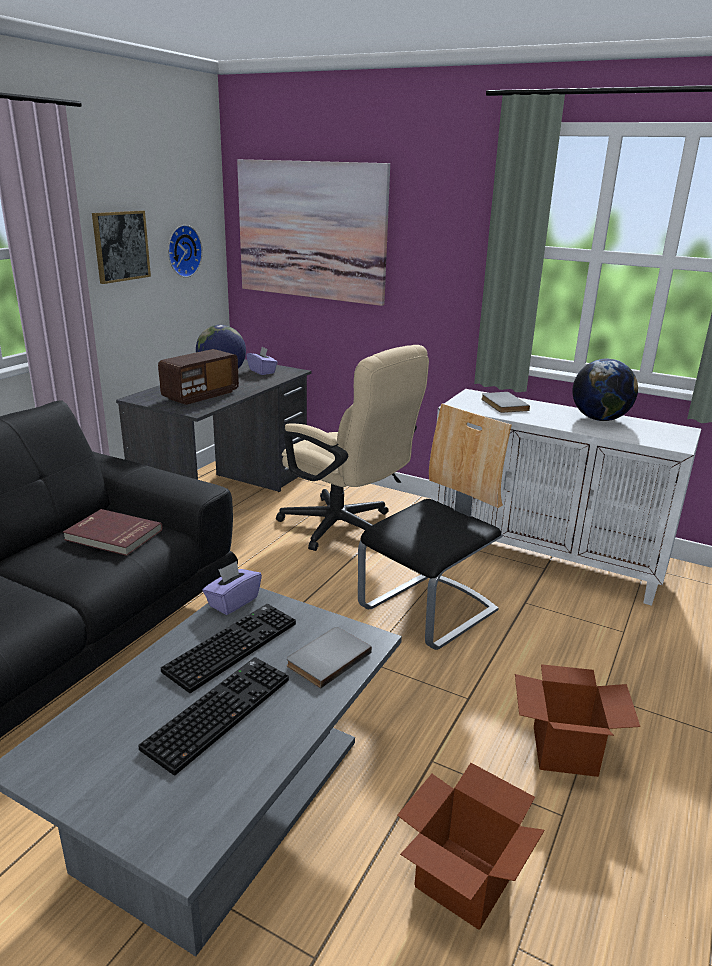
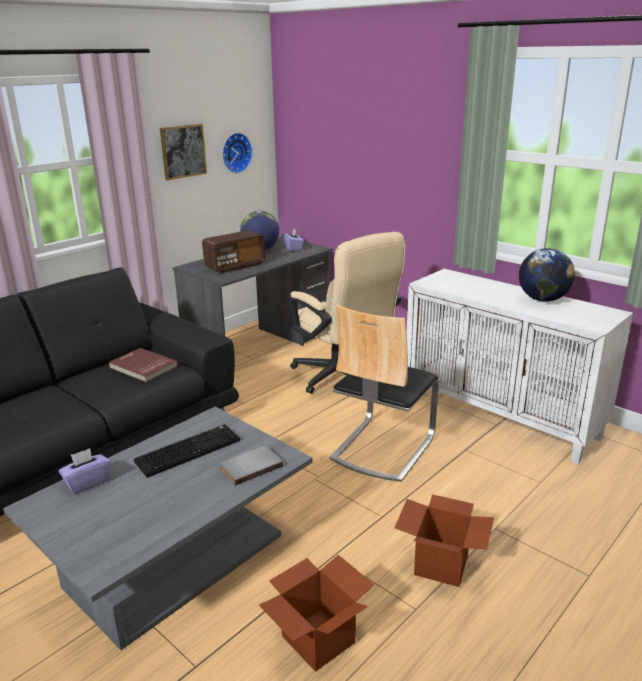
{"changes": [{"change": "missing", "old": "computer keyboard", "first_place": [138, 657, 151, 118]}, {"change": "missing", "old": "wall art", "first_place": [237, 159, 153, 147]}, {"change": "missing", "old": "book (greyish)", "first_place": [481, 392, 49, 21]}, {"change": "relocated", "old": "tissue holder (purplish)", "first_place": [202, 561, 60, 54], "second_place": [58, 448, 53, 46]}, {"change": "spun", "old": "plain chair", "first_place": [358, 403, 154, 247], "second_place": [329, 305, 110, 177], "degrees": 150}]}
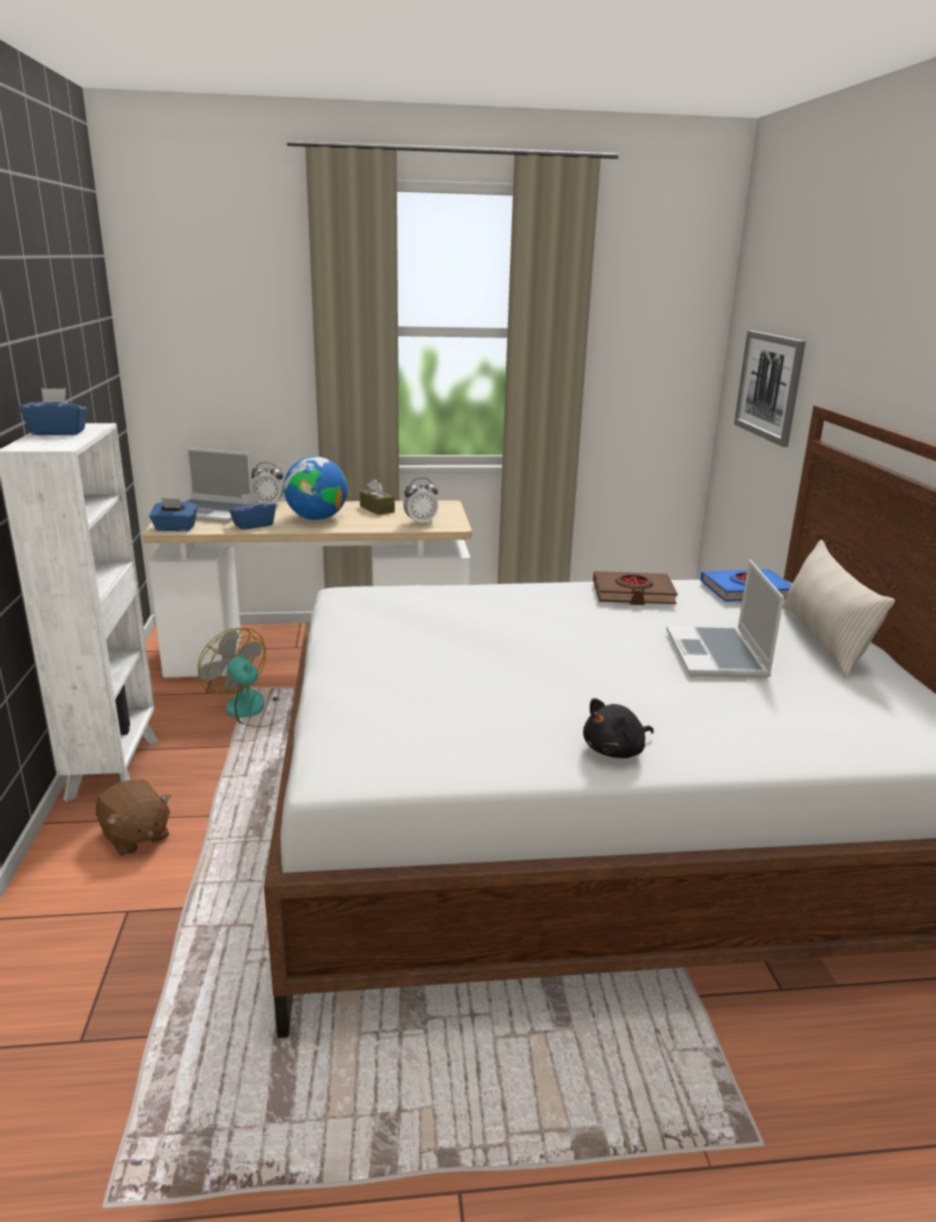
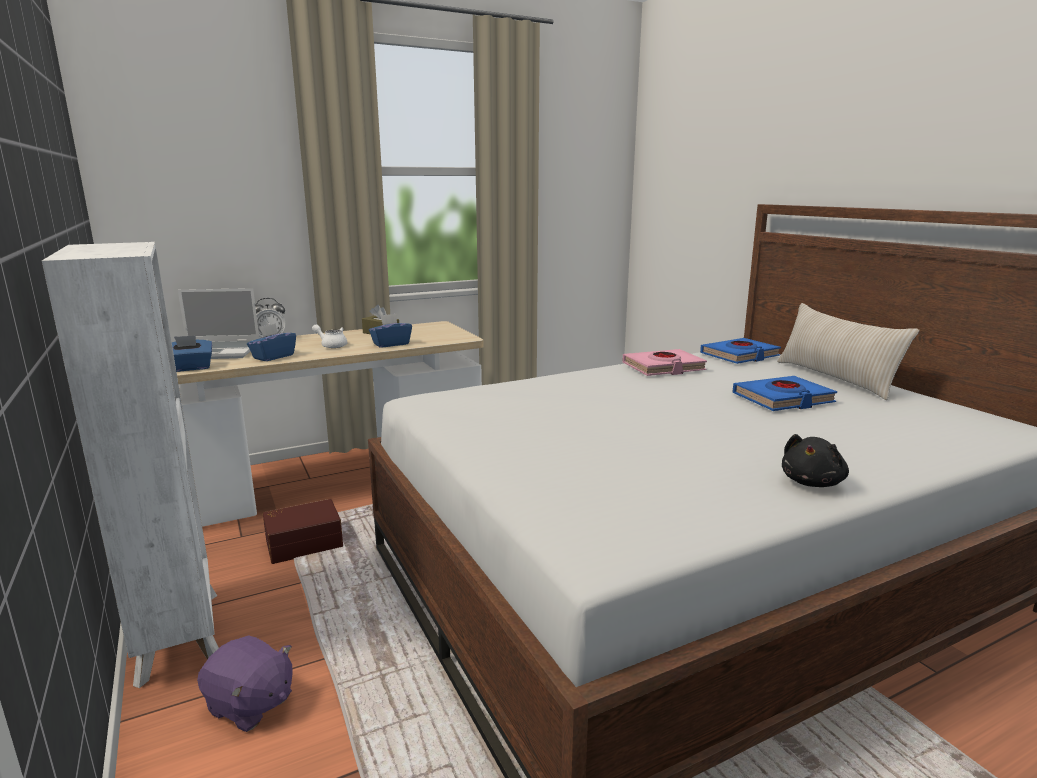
{"changes": [{"change": "missing", "old": "bedside clock", "first_place": [403, 478, 36, 47]}, {"change": "missing", "old": "wall art", "first_place": [734, 330, 72, 117]}, {"change": "relocated", "old": "tissue holder (bluish)", "first_place": [20, 388, 68, 47], "second_place": [369, 313, 43, 34]}, {"change": "exchanged", "old": "electric fan", "new": "storage box (brown-coloured)", "first_place": [198, 628, 90, 99], "second_place": [263, 499, 80, 65]}, {"change": "exchanged", "old": "desk globe", "new": "teapot (white-coloured)", "first_place": [284, 456, 64, 64], "second_place": [312, 325, 35, 23]}, {"change": "exchanged", "old": "notebook computer", "new": "book (bluish)", "first_place": [666, 560, 118, 117], "second_place": [733, 376, 104, 35]}, {"change": "colour", "old": "plush toy (brown-coloured)", "new": "plush toy (purplish)", "first_place": [96, 779, 75, 77], "second_place": [197, 635, 96, 97]}, {"change": "colour", "old": "book (brown-coloured)", "new": "book (pink)", "first_place": [593, 571, 85, 34], "second_place": [622, 349, 85, 27]}]}
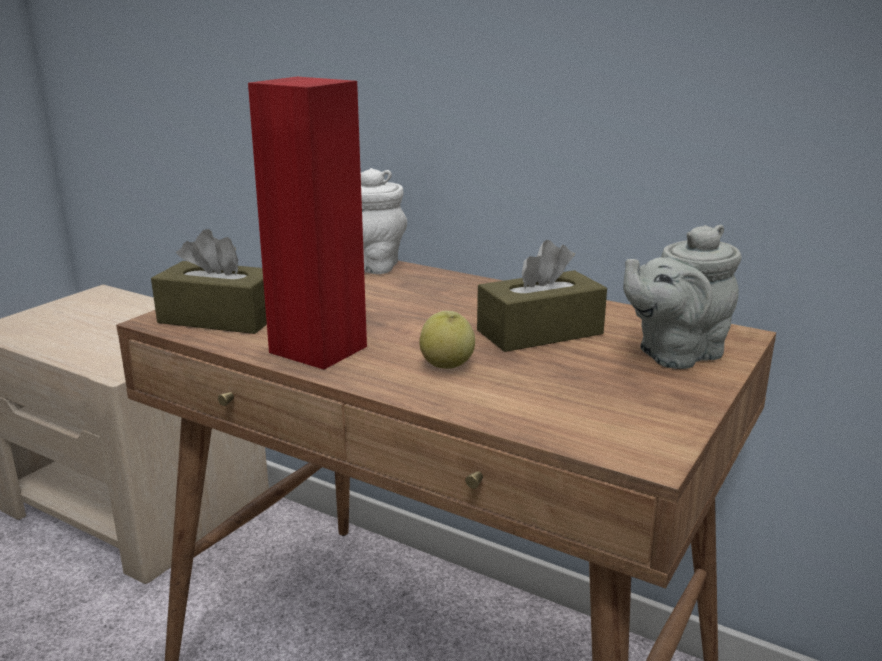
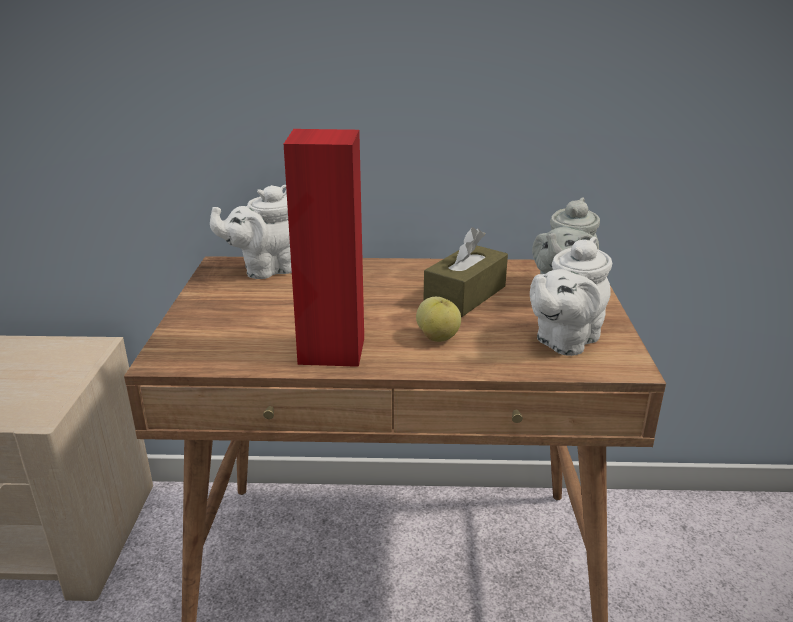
{"changes": [{"change": "missing", "old": "tissue holder (brown-coloured)", "first_place": [151, 229, 116, 105]}, {"change": "appeared", "new": "teapot (white-coloured)", "second_place": [530, 237, 82, 119]}]}
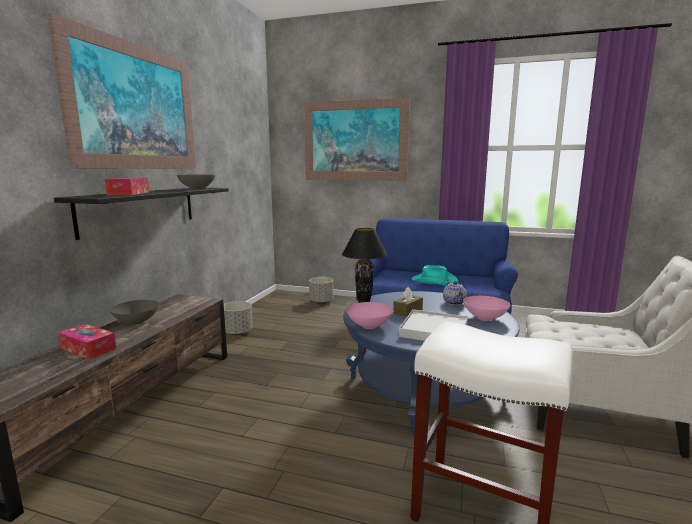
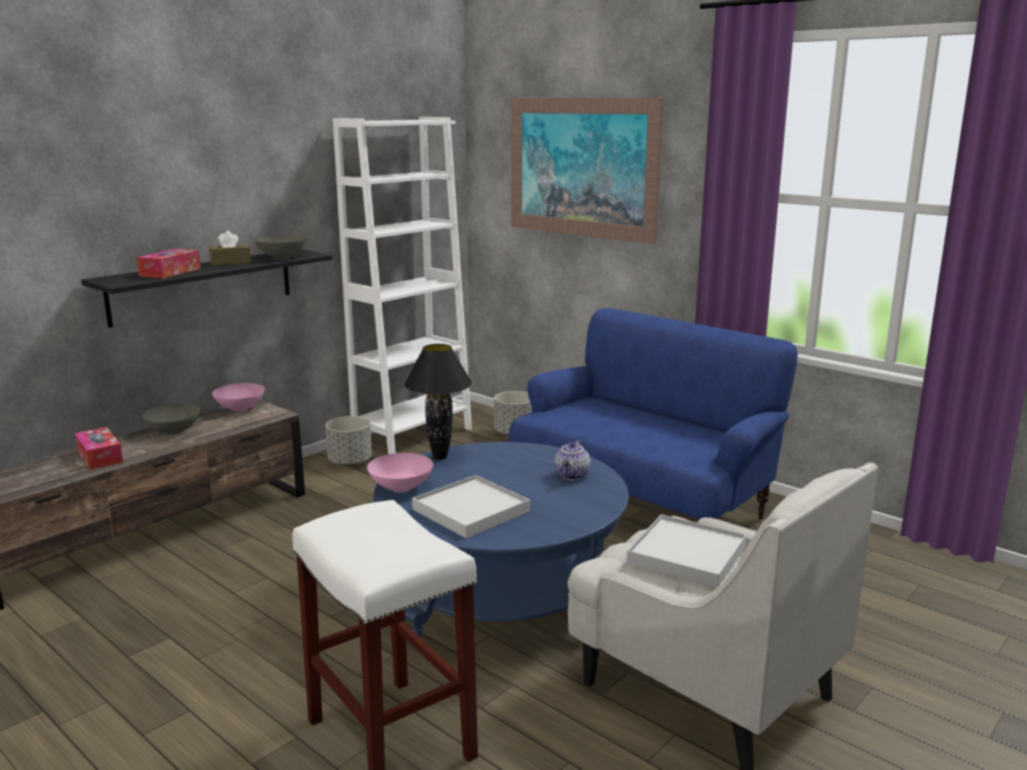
{"changes": [{"change": "missing", "old": "wall art", "first_place": [48, 12, 148, 157]}, {"change": "missing", "old": "clothing hat (turquoise)", "first_place": [412, 265, 46, 21]}, {"change": "appeared", "new": "shelving unit (white-coloured)", "second_place": [333, 117, 139, 337]}, {"change": "appeared", "new": "tray (white-coloured)", "second_place": [627, 514, 120, 74]}, {"change": "relocated", "old": "tissue holder (brown-coloured)", "first_place": [393, 287, 30, 30], "second_place": [209, 231, 42, 35]}, {"change": "relocated", "old": "deep dish (pink)", "first_place": [463, 296, 48, 25], "second_place": [212, 383, 53, 28]}]}
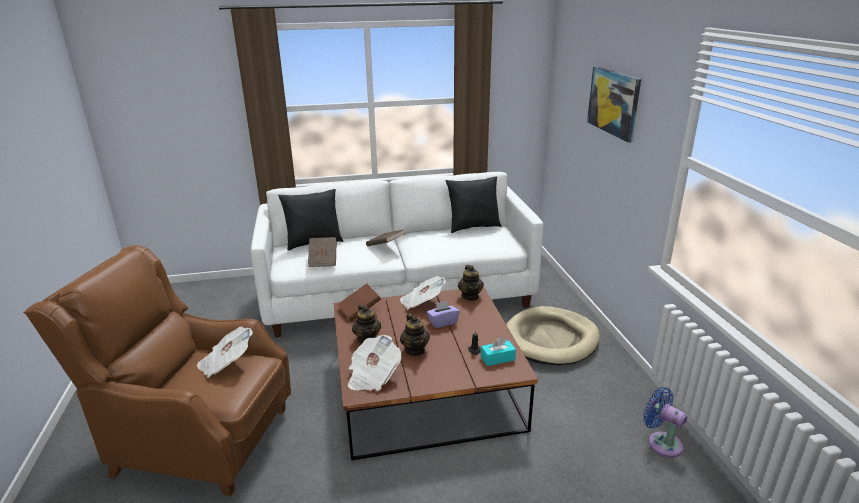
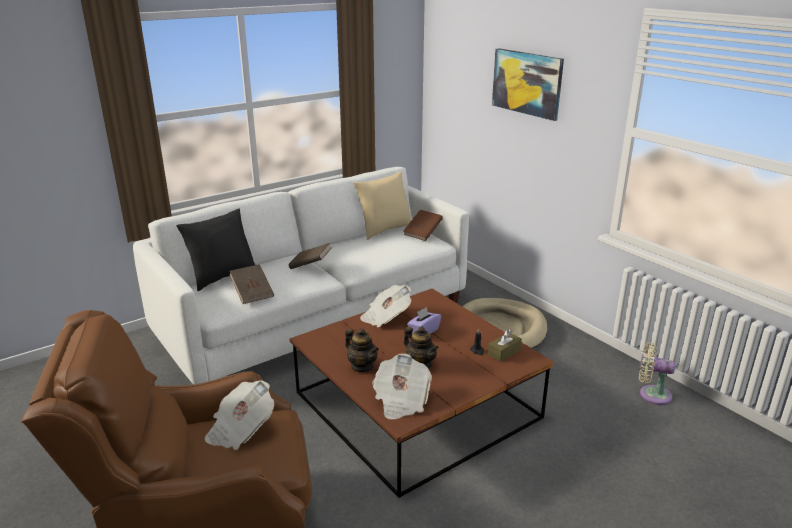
{"changes": [{"change": "missing", "old": "teapot", "first_place": [458, 265, 26, 36]}, {"change": "relocated", "old": "book (brown-coloured)", "first_place": [337, 283, 44, 39], "second_place": [403, 210, 40, 31]}, {"change": "colour", "old": "pillow (black)", "new": "pillow (sand-coloured)", "first_place": [446, 176, 56, 57], "second_place": [353, 172, 58, 68]}, {"change": "colour", "old": "tissue holder (turquoise)", "new": "tissue holder (brown-coloured)", "first_place": [481, 337, 35, 29], "second_place": [488, 329, 34, 33]}, {"change": "colour", "old": "electric fan (bluish)", "new": "electric fan (sand-coloured)", "first_place": [643, 387, 44, 70], "second_place": [639, 343, 36, 62]}]}
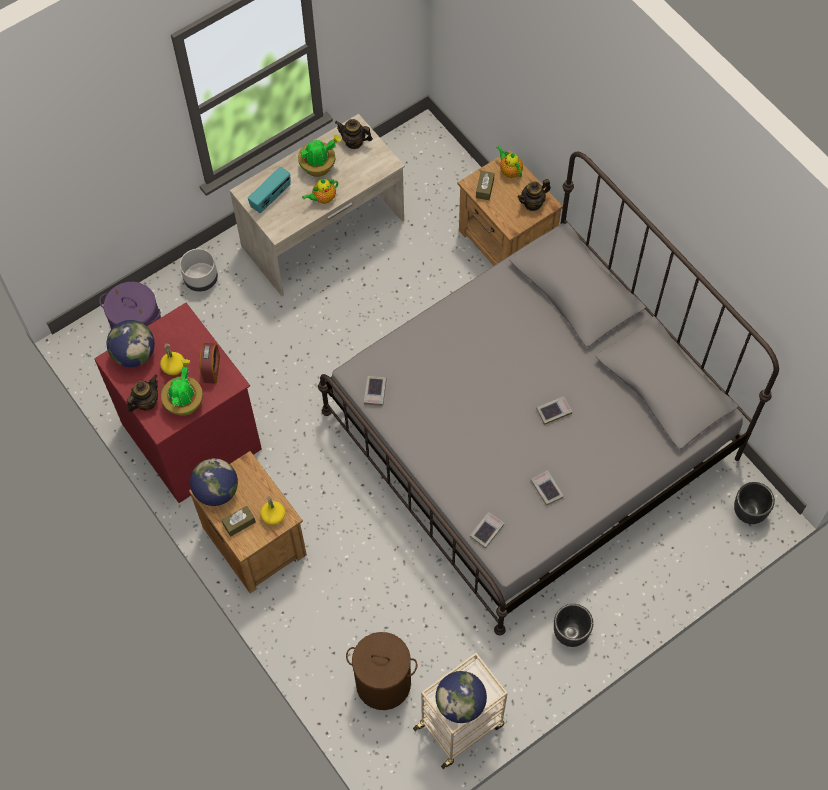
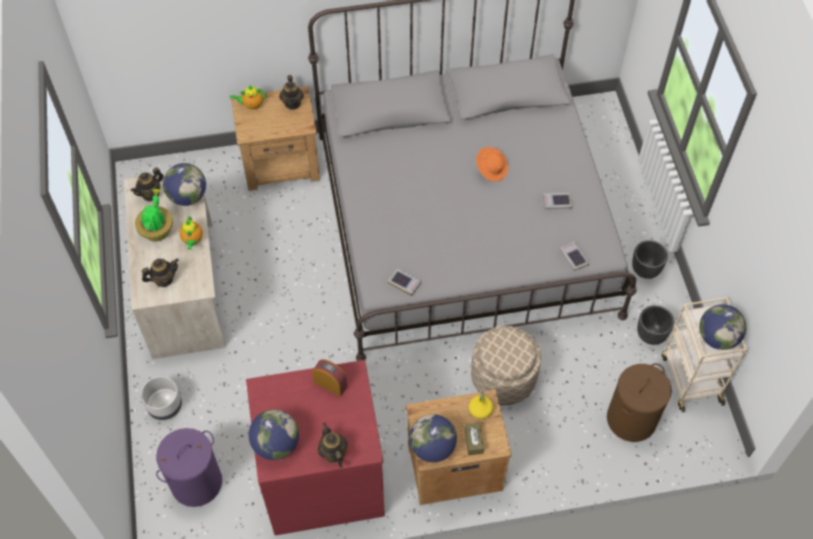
{"changes": [{"change": "missing", "old": "bottle (yellowish)", "first_place": [160, 344, 24, 31]}, {"change": "missing", "old": "plant in a pot", "first_place": [161, 359, 42, 57]}, {"change": "missing", "old": "tissue holder (brown-coloured)", "first_place": [476, 171, 18, 29]}, {"change": "appeared", "new": "desk globe", "second_place": [163, 163, 43, 43]}, {"change": "appeared", "new": "footrest (sand-coloured)", "second_place": [471, 326, 70, 79]}, {"change": "relocated", "old": "planter (black)", "first_place": [734, 482, 41, 42], "second_place": [637, 305, 37, 40]}, {"change": "exchanged", "old": "radio", "new": "teapot", "first_place": [248, 167, 42, 46], "second_place": [142, 258, 37, 29]}, {"change": "exchanged", "old": "book", "new": "clothing hat (orangey)", "first_place": [536, 396, 36, 29], "second_place": [476, 147, 32, 35]}]}
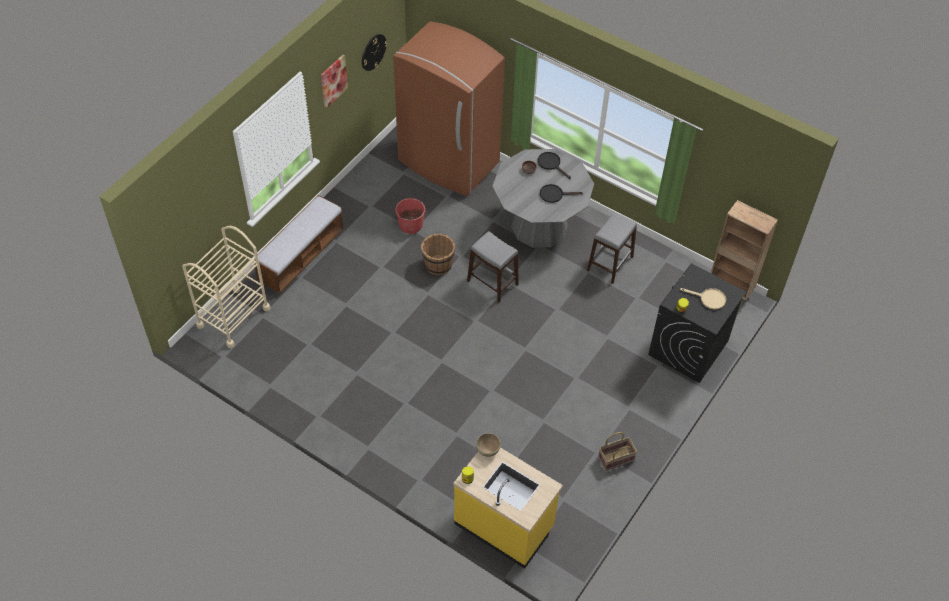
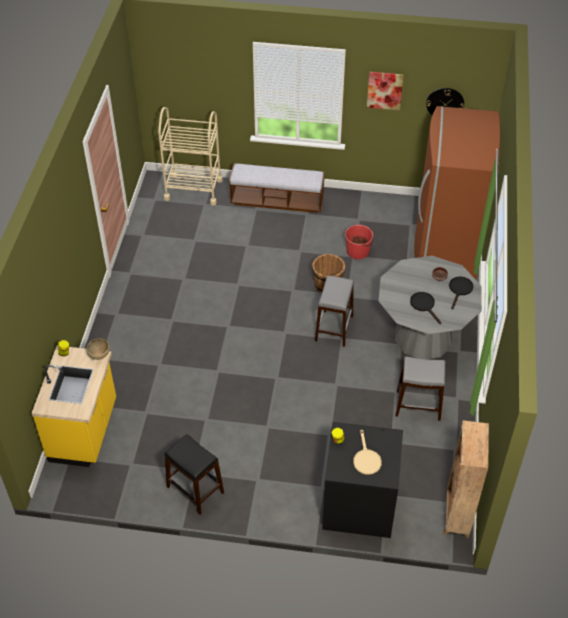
{"changes": [{"change": "exchanged", "old": "storage basket", "new": "stool seat (black)", "first_place": [598, 432, 39, 39], "second_place": [165, 434, 59, 81]}]}
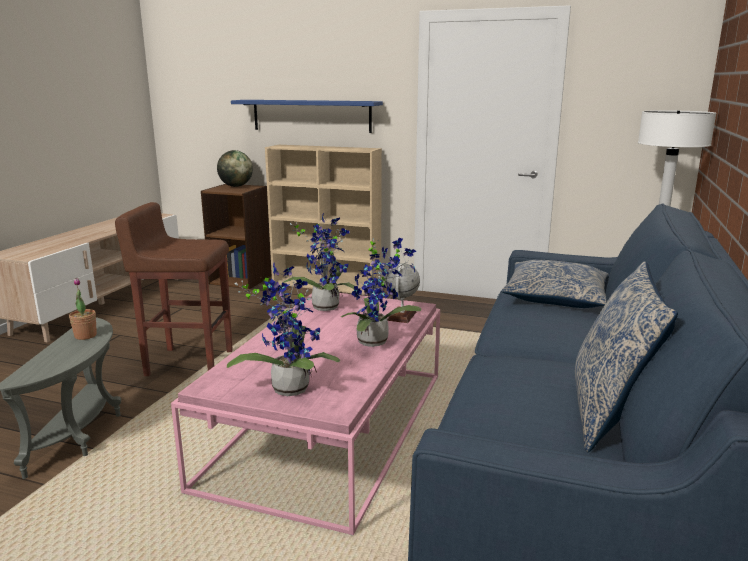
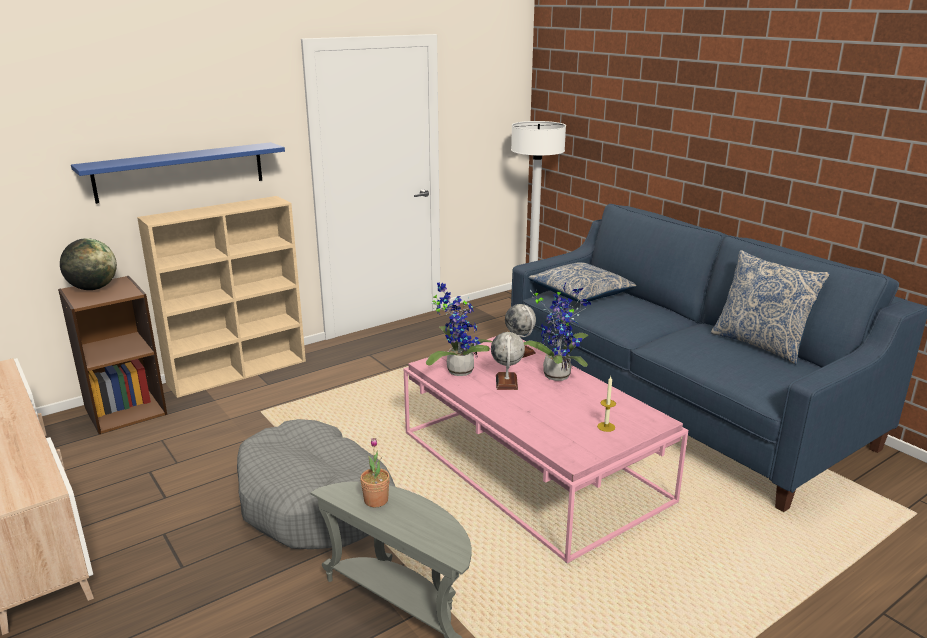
{"changes": [{"change": "appeared", "new": "desk globe", "second_place": [491, 332, 34, 58]}, {"change": "exchanged", "old": "stool seat (brown-coloured)", "new": "pet bed (greyish)", "first_place": [115, 202, 118, 174], "second_place": [237, 419, 158, 130]}, {"change": "exchanged", "old": "plant in a pot", "new": "wax light", "first_place": [227, 262, 113, 134], "second_place": [597, 376, 19, 56]}]}
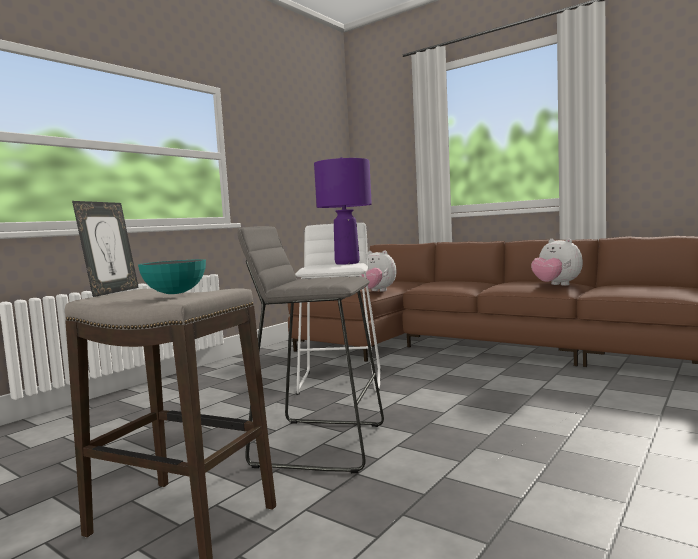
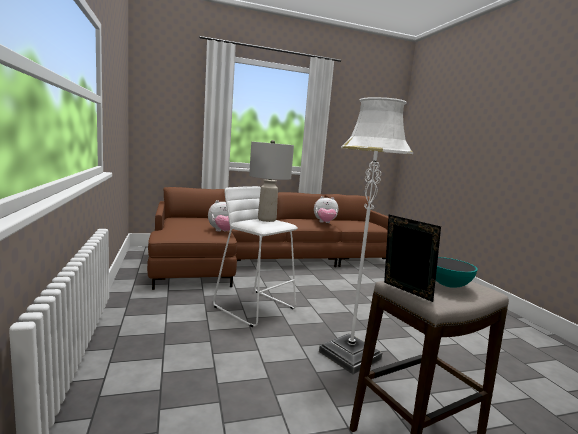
{"changes": [{"change": "exchanged", "old": "stool seat (greyish)", "new": "floor lamp (white-coloured)", "first_place": [237, 226, 147, 247], "second_place": [319, 97, 94, 277]}, {"change": "colour", "old": "lamp for a table (purplish)", "new": "lamp for a table (greyish)", "first_place": [314, 157, 58, 108], "second_place": [249, 140, 45, 82]}]}
